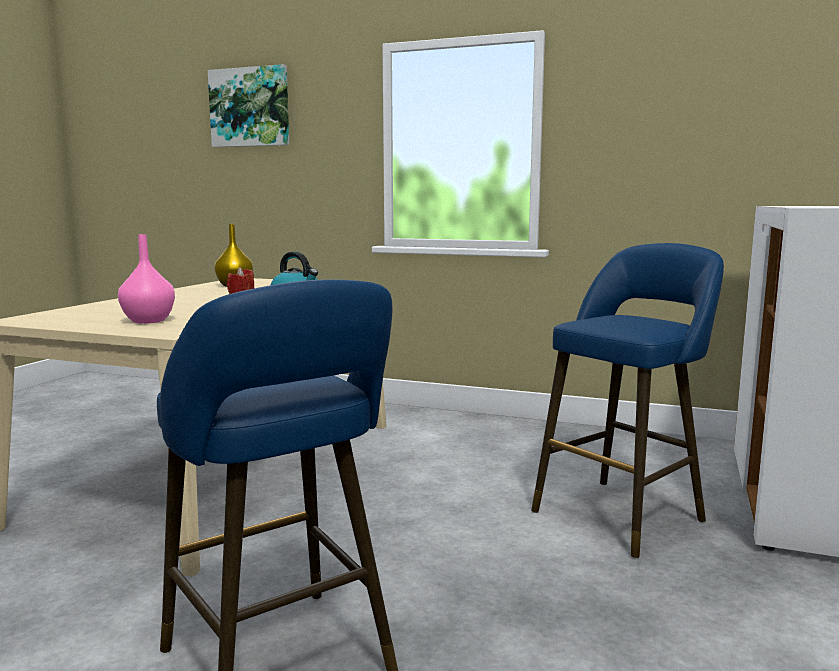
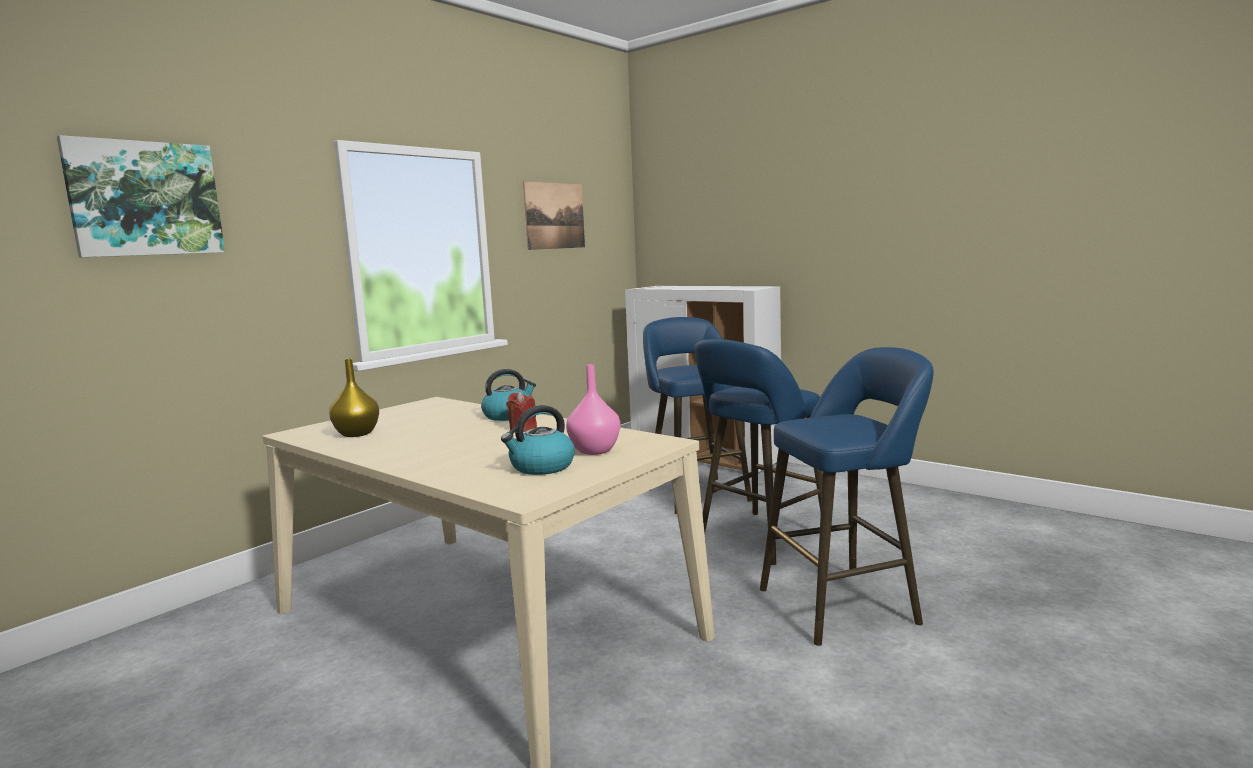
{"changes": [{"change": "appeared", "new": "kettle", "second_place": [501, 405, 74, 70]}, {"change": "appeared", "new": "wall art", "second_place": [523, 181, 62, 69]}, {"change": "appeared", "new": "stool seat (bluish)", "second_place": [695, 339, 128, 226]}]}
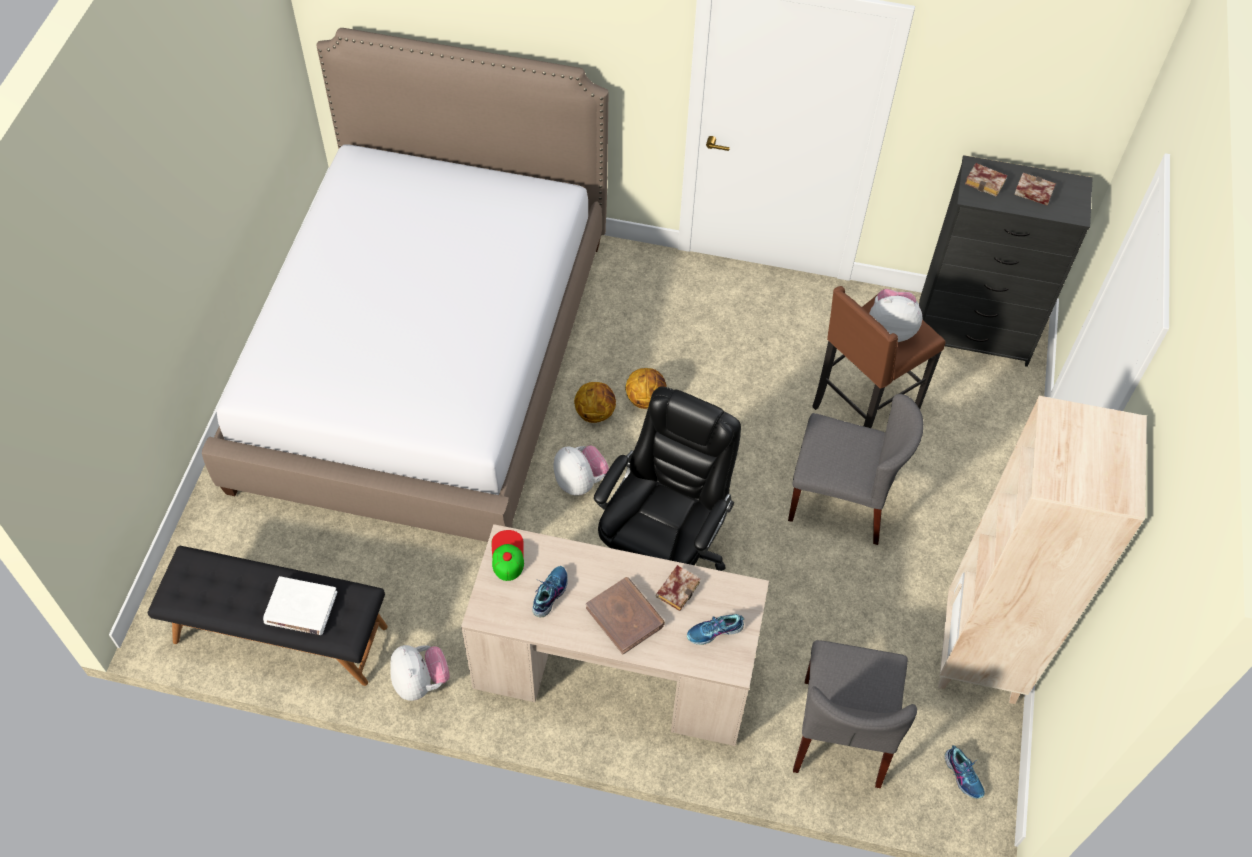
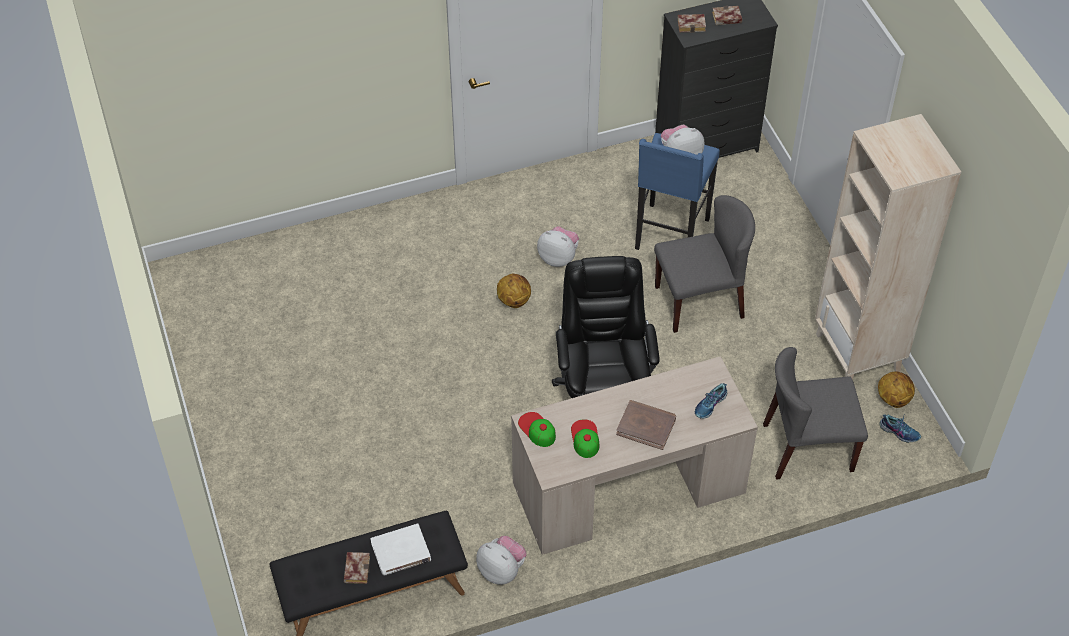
{"changes": [{"change": "missing", "old": "sleeping bed", "first_place": [202, 28, 407, 514]}, {"change": "relocated", "old": "plush toy", "first_place": [553, 445, 56, 51], "second_place": [537, 226, 42, 41]}, {"change": "relocated", "old": "ball for basketball", "first_place": [574, 382, 42, 41], "second_place": [878, 371, 37, 37]}, {"change": "relocated", "old": "book", "first_place": [656, 565, 44, 46], "second_place": [344, 552, 26, 32]}, {"change": "exchanged", "old": "low shoe", "new": "peaked cap", "first_place": [532, 566, 36, 51], "second_place": [571, 419, 28, 39]}, {"change": "colour", "old": "stool seat (brown-coloured)", "new": "stool seat (bluish)", "first_place": [812, 286, 133, 142], "second_place": [635, 133, 85, 117]}, {"change": "spun", "old": "plain chair (greyish)", "first_place": [793, 640, 124, 148], "second_place": [763, 347, 105, 133], "degrees": 105}]}
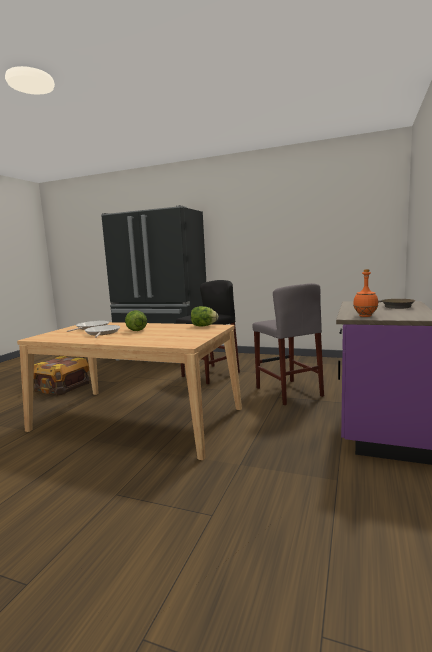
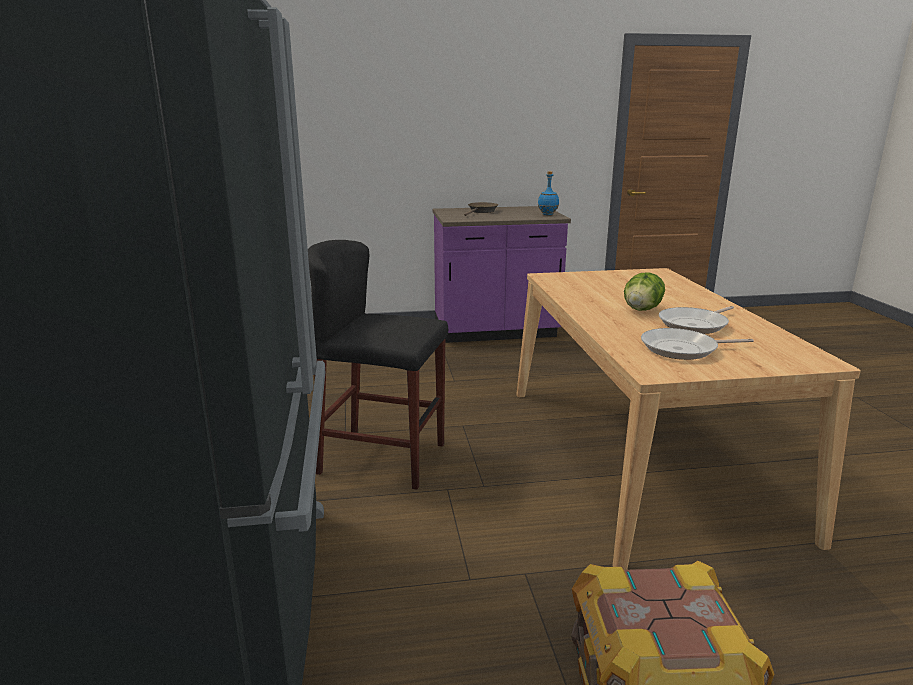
{"changes": [{"change": "missing", "old": "lettuce", "first_place": [191, 306, 27, 20]}, {"change": "missing", "old": "stool seat (greyish)", "first_place": [252, 283, 72, 122]}, {"change": "colour", "old": "bottle (orangey)", "new": "bottle (bluish)", "first_place": [353, 269, 25, 48], "second_place": [538, 171, 21, 44]}]}
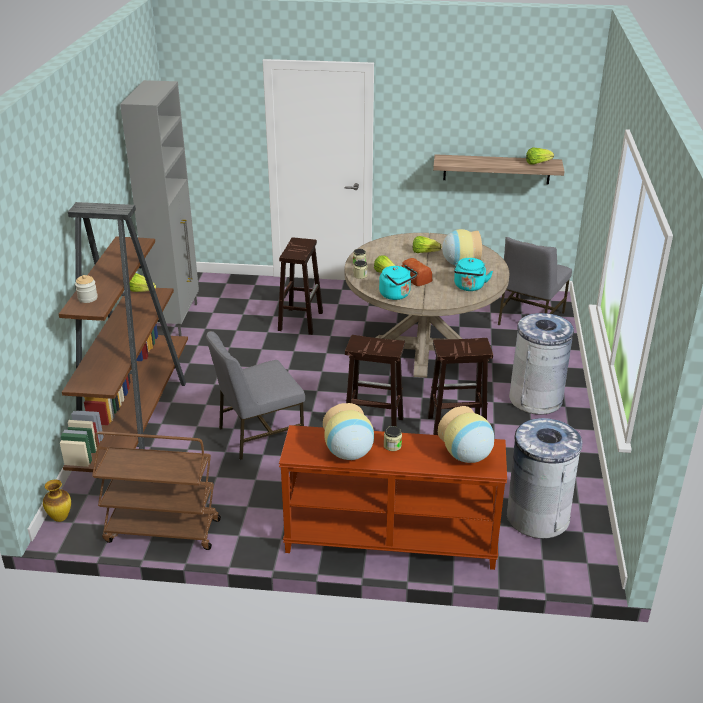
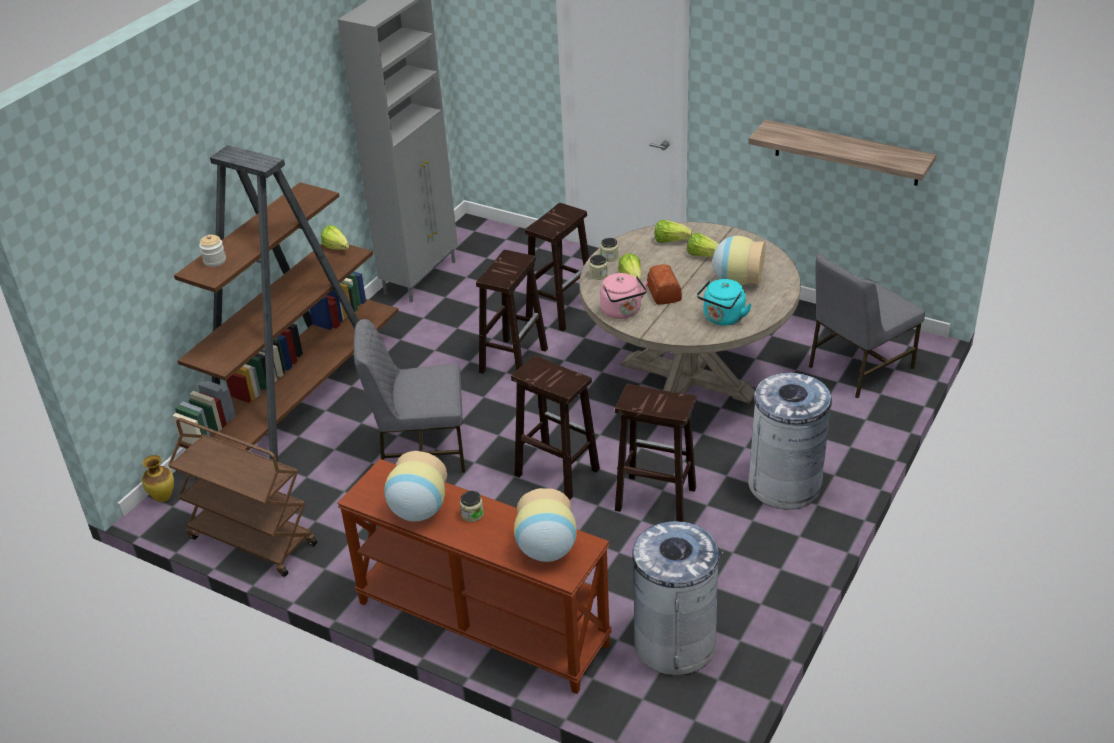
{"changes": [{"change": "appeared", "new": "stool seat (brown-coloured)", "second_place": [476, 250, 72, 124]}, {"change": "relocated", "old": "lettuce", "first_place": [526, 148, 28, 17], "second_place": [655, 220, 38, 23]}, {"change": "colour", "old": "kettle (turquoise)", "new": "kettle (pink)", "first_place": [379, 265, 38, 35], "second_place": [600, 273, 48, 46]}]}
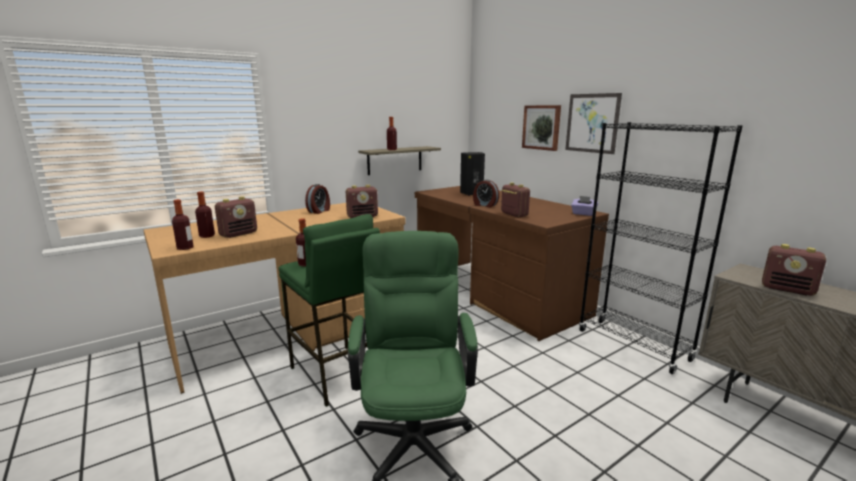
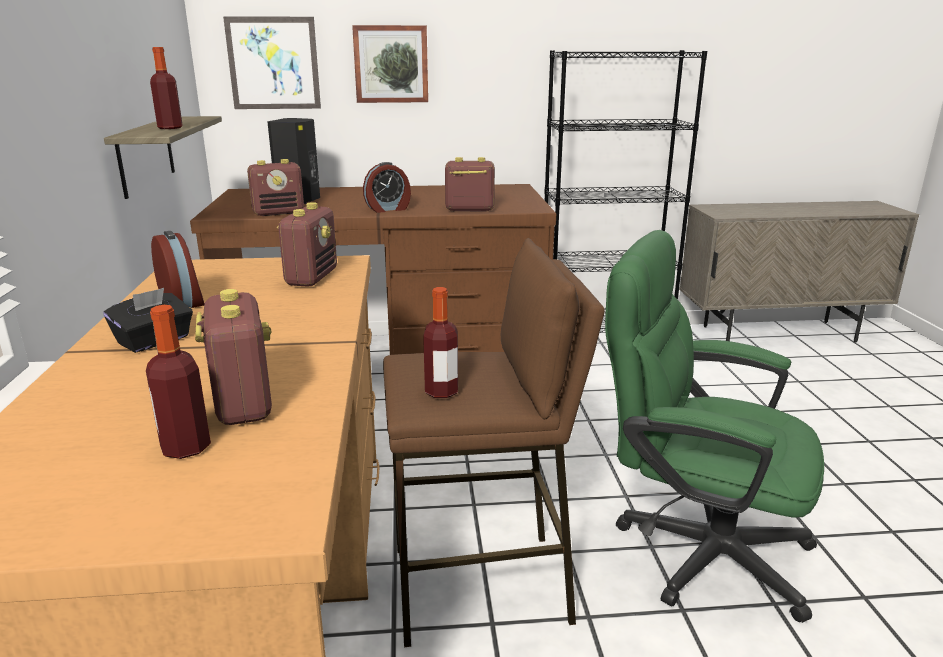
{"changes": [{"change": "missing", "old": "bottle", "first_place": [172, 199, 22, 51]}, {"change": "missing", "old": "tissue holder (purplish)", "first_place": [571, 196, 27, 20]}, {"change": "appeared", "new": "tissue holder (black)", "second_place": [103, 288, 90, 65]}, {"change": "relocated", "old": "wall art", "first_place": [565, 93, 57, 61], "second_place": [223, 16, 98, 93]}, {"change": "relocated", "old": "radio", "first_place": [762, 244, 64, 52], "second_place": [247, 159, 57, 57]}, {"change": "colour", "old": "stool seat (green-coloured)", "new": "stool seat (brown-coloured)", "first_place": [278, 214, 102, 193], "second_place": [383, 238, 222, 409]}]}
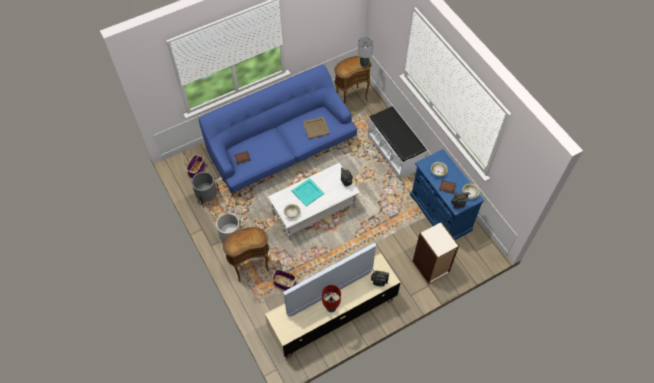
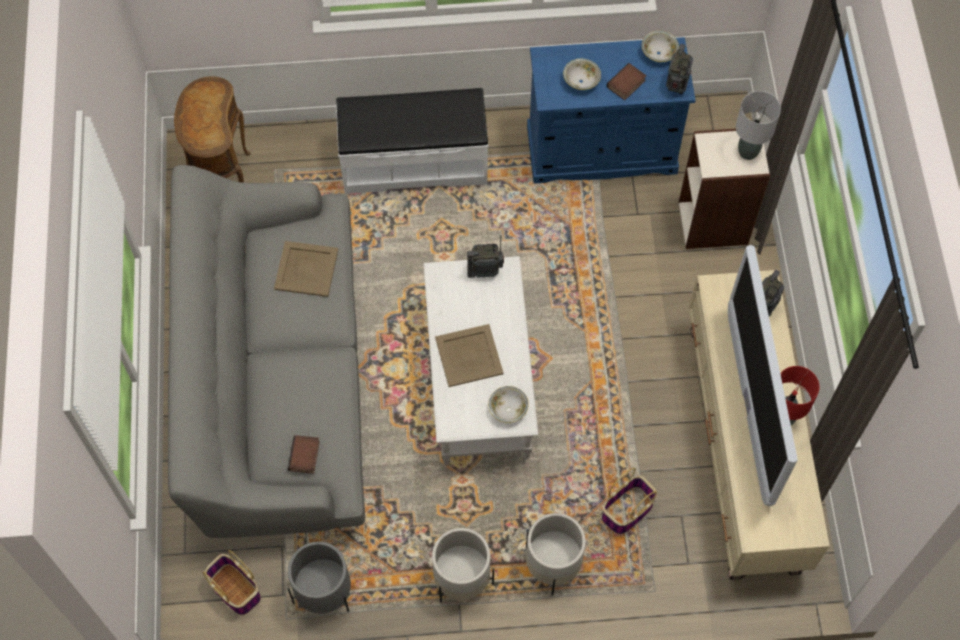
{"changes": [{"change": "relocated", "old": "lamp for a table (greyish)", "first_place": [358, 37, 15, 30], "second_place": [736, 91, 45, 69]}, {"change": "exchanged", "old": "side table (brown-coloured)", "new": "planter (white-coloured)", "first_place": [223, 227, 46, 55], "second_place": [526, 513, 60, 83]}, {"change": "colour", "old": "sofa (bluish)", "new": "sofa (greyish)", "first_place": [199, 65, 158, 129], "second_place": [168, 165, 197, 373]}, {"change": "colour", "old": "tray (turquoise)", "new": "tray (sand-coloured)", "first_place": [292, 178, 32, 28], "second_place": [435, 324, 69, 63]}]}
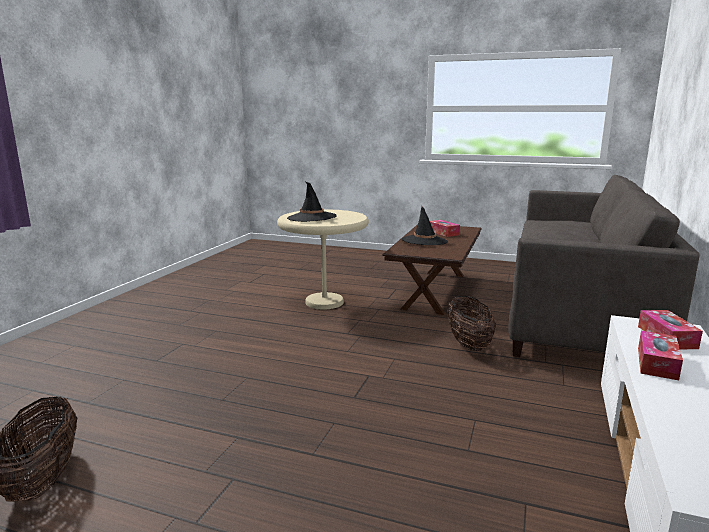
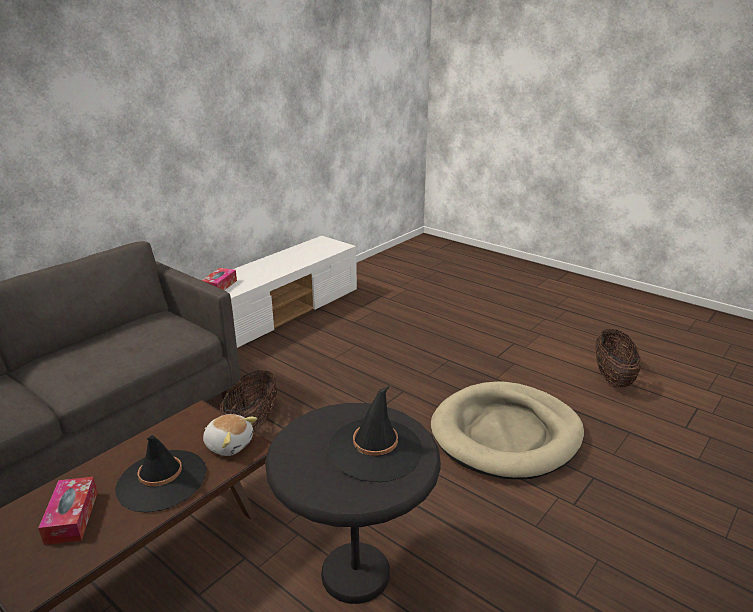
{"changes": [{"change": "missing", "old": "tissue holder", "first_place": [638, 331, 45, 49]}, {"change": "appeared", "new": "plush toy", "second_place": [203, 414, 54, 42]}, {"change": "appeared", "new": "pet bed (sand-coloured)", "second_place": [431, 382, 153, 97]}, {"change": "colour", "old": "side table (sand-coloured)", "new": "side table (black)", "first_place": [277, 209, 92, 100], "second_place": [265, 403, 176, 201]}]}
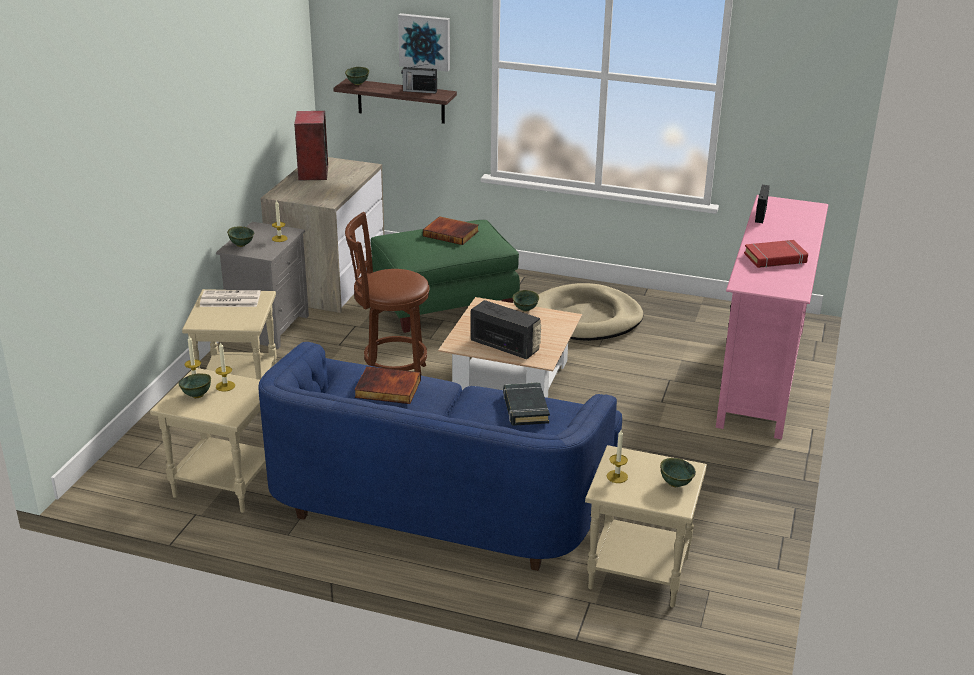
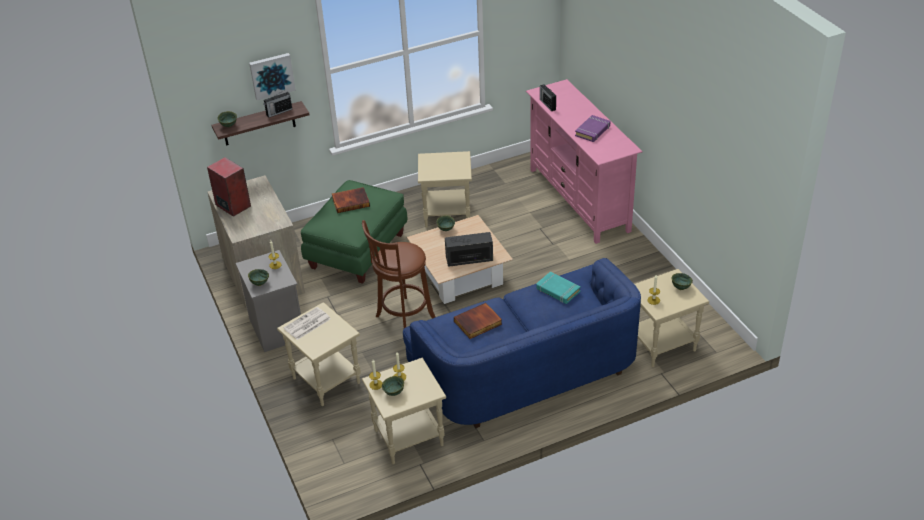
{"changes": [{"change": "exchanged", "old": "pet bed (sand-coloured)", "new": "side table (sand-coloured)", "first_place": [535, 283, 108, 58], "second_place": [418, 151, 54, 77]}, {"change": "colour", "old": "book (black)", "new": "book (turquoise)", "first_place": [503, 382, 47, 44], "second_place": [536, 271, 45, 33]}, {"change": "colour", "old": "book (reddish)", "new": "book (purplish)", "first_place": [744, 240, 64, 28], "second_place": [575, 115, 35, 27]}]}
